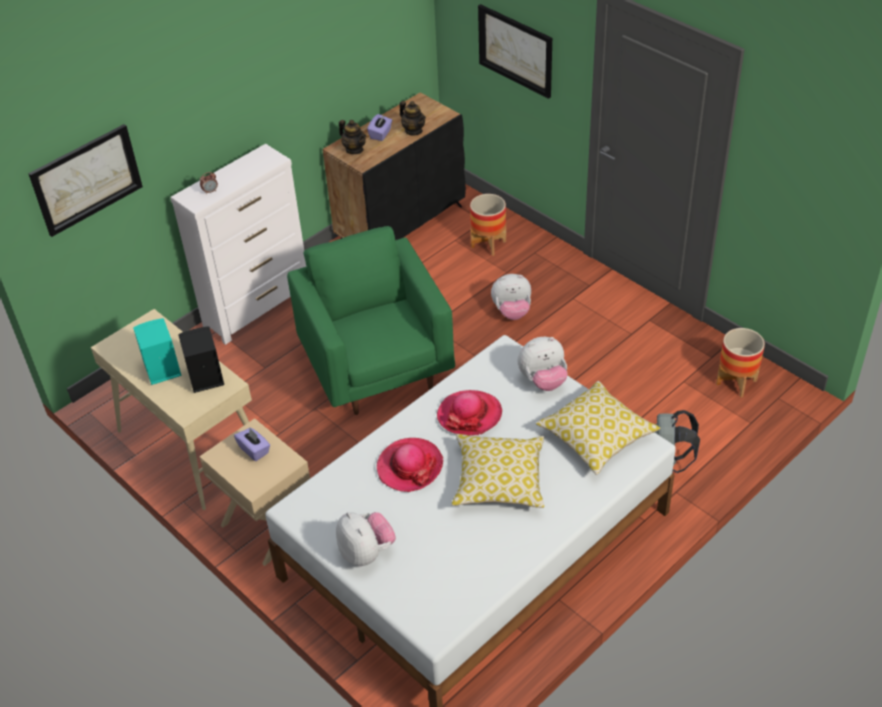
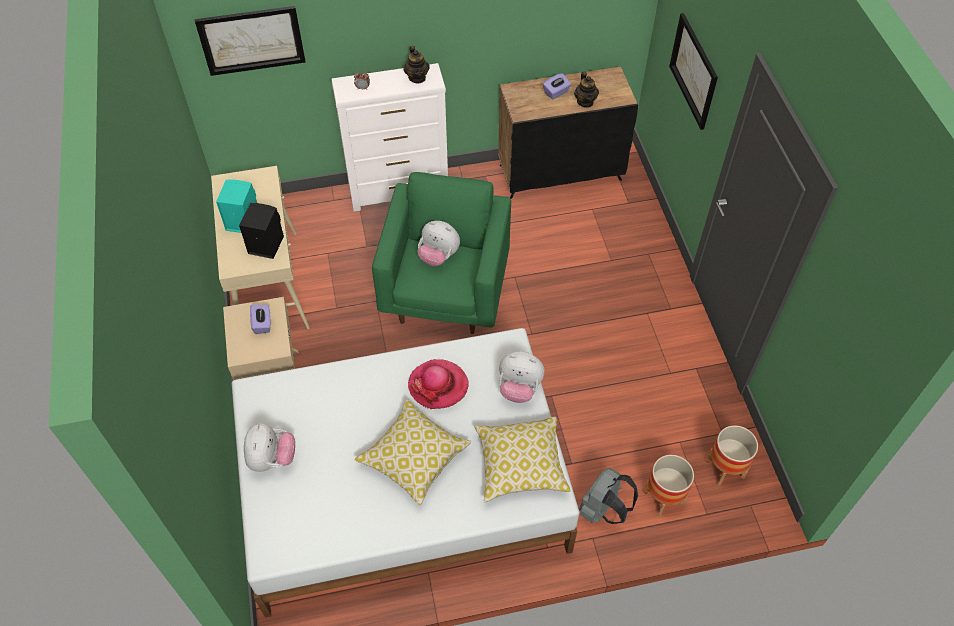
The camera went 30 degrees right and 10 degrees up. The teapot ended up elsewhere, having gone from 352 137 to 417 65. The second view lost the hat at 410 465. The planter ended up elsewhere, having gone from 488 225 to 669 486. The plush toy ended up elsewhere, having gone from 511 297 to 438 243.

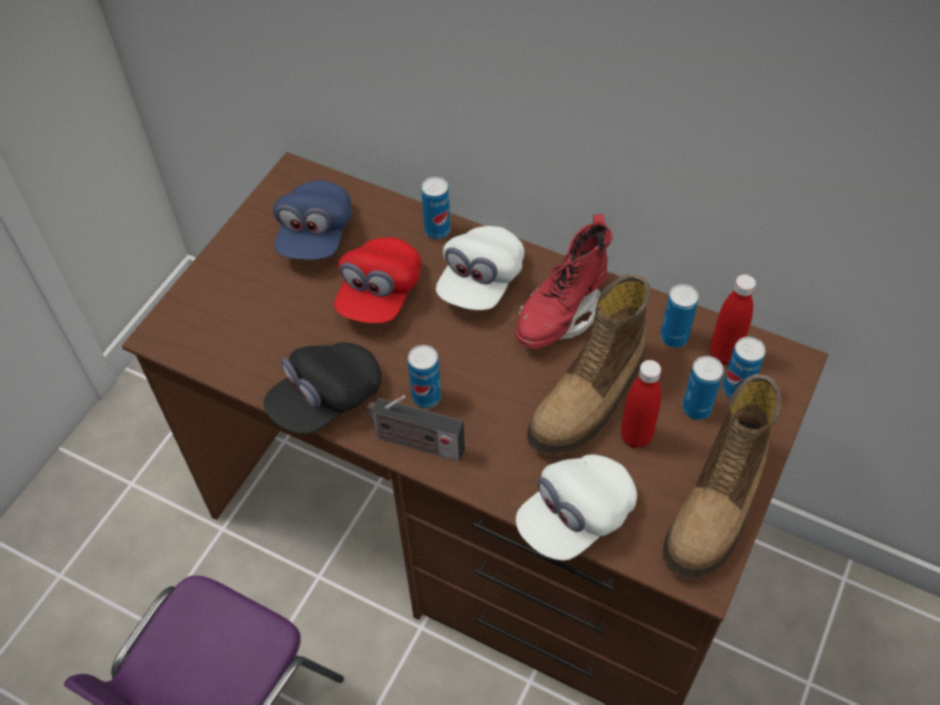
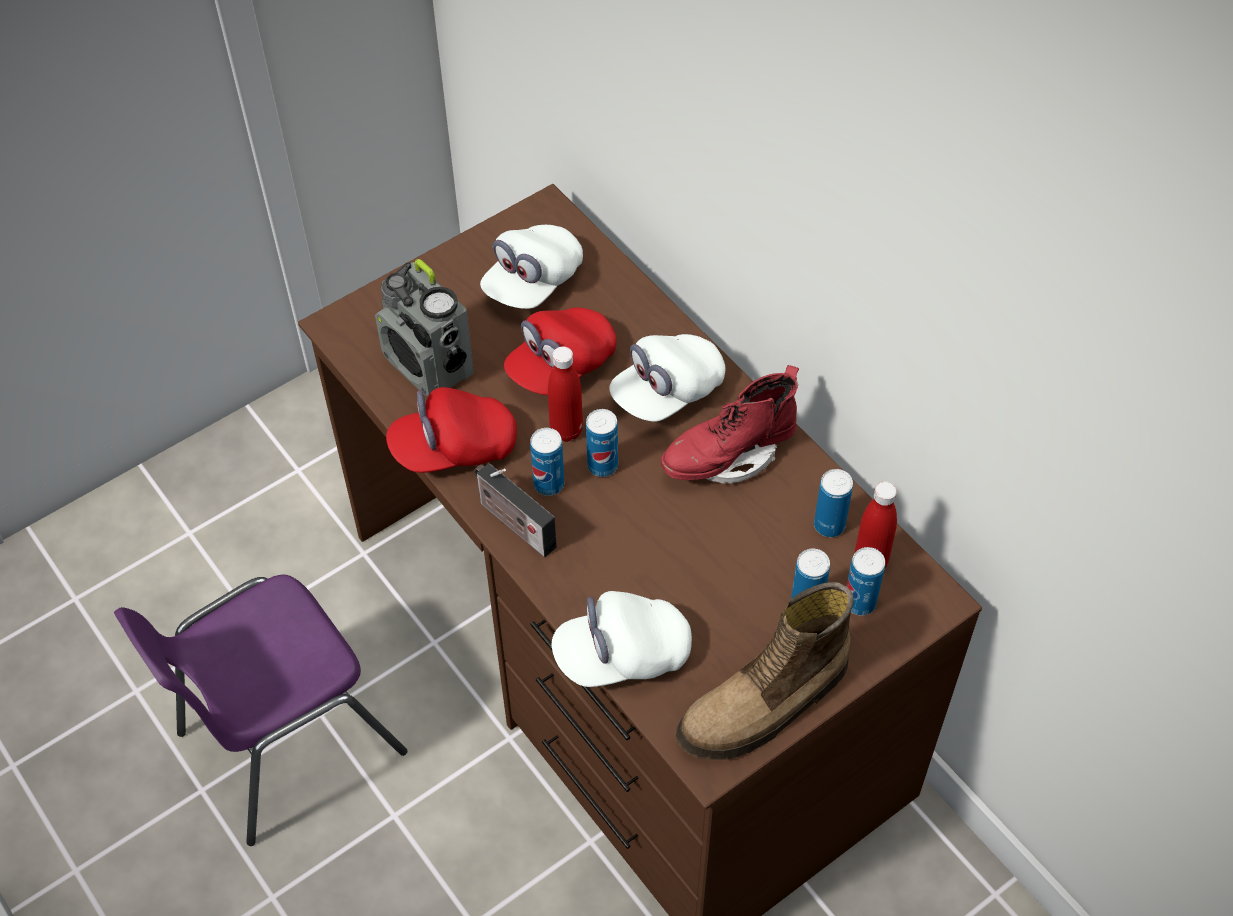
The camera went 25 degrees right and 0 degrees up. What was the cap (black) at 322 388 turned into the cap (red) at 451 430. What was the cap (blue) at 312 220 turned into the cap (white) at 531 267. The can ended up elsewhere, having gone from 436 208 to 602 443. The second view lost the boot at 588 364. The bottle (red) ended up elsewhere, having gone from 641 404 to 565 394. The second view gained the radio at 424 327.

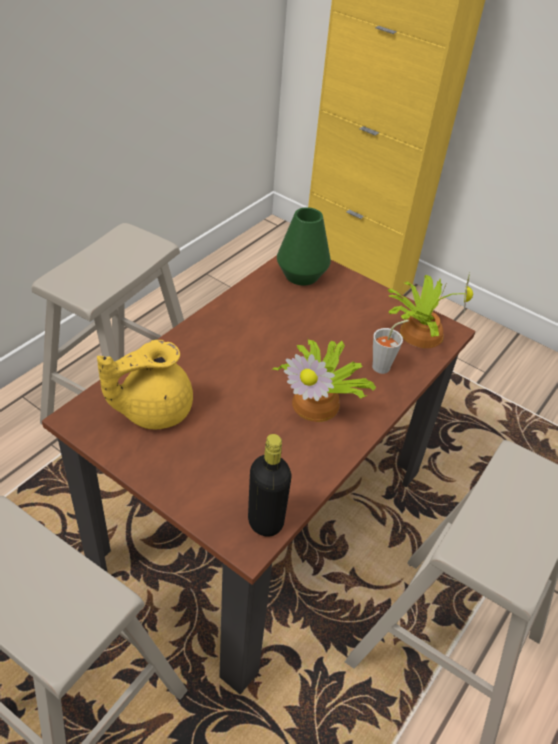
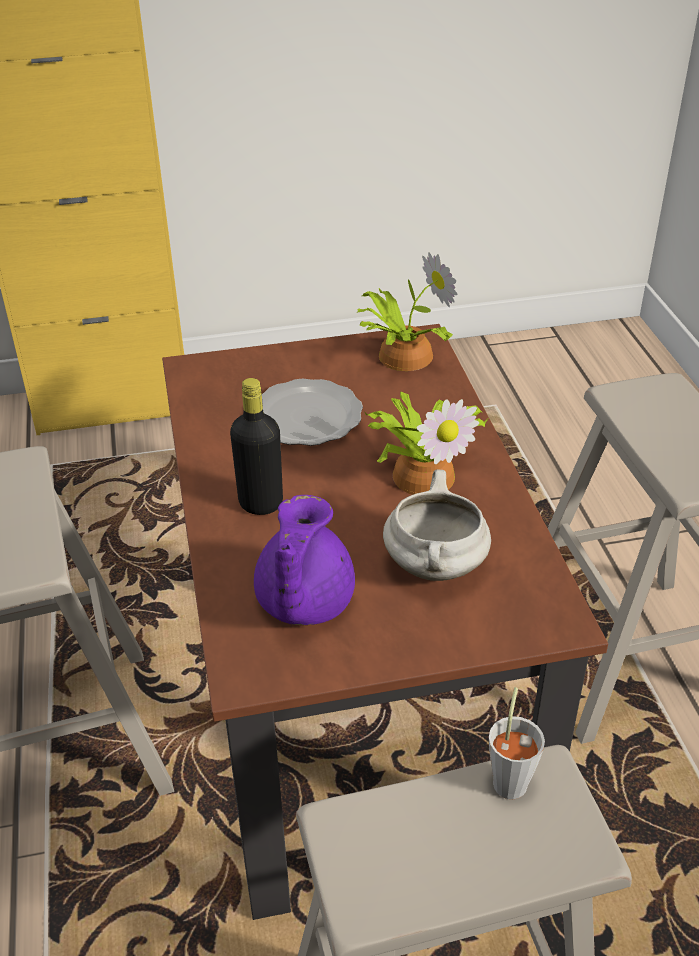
The camera went 45 degrees left and 5 degrees down. What was the teapot (yellow) at 145 385 turned into the teapot (purple) at 304 560. The bottle (black) ended up elsewhere, having gone from 270 485 to 256 446. The second view lost the vase (green) at 304 246. The cup (grey) ended up elsewhere, having gone from 390 347 to 517 743. The second view gained the plate at 312 412. The second view gained the cooking pot (white) at 437 525.

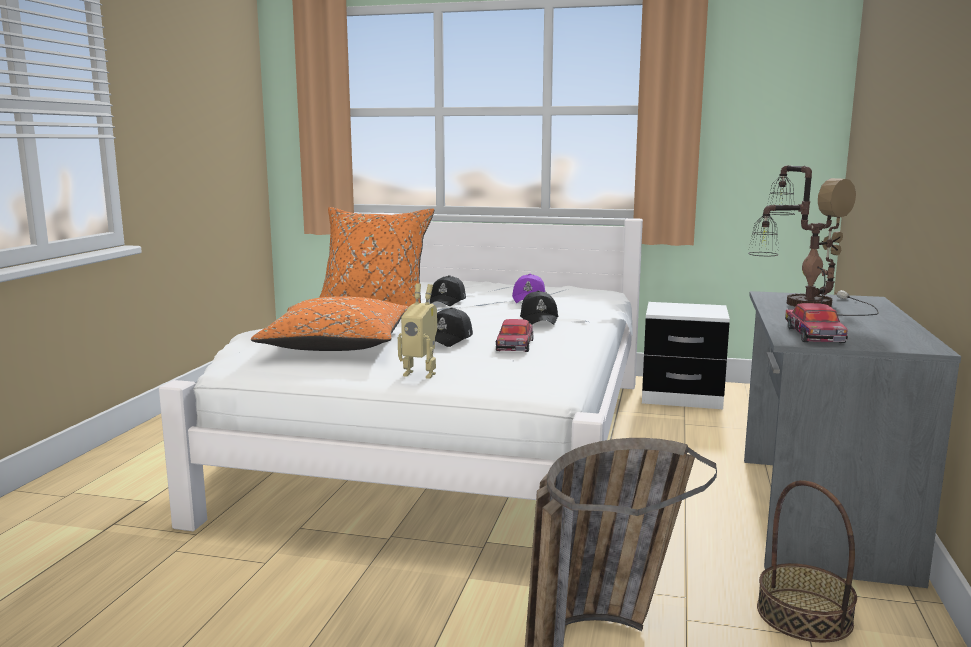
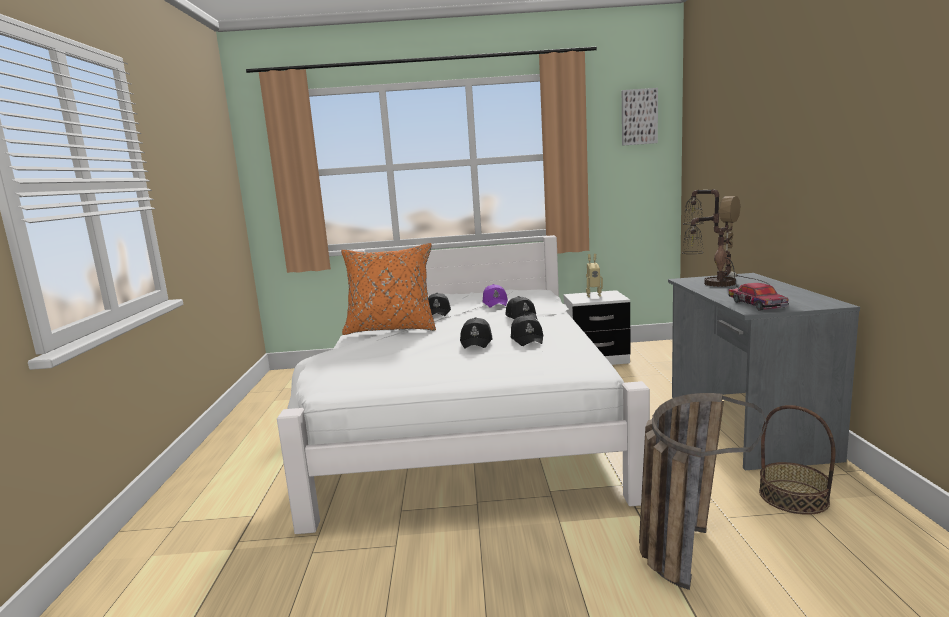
The camera went 15 degrees left and 0 degrees up. The second view lost the pillow (orange) at 330 323. The toy robot ended up elsewhere, having gone from 417 331 to 594 275. Where the toy car stood at 514 335, the cap (black) came to stand at 527 330. The second view gained the picture at 640 117.

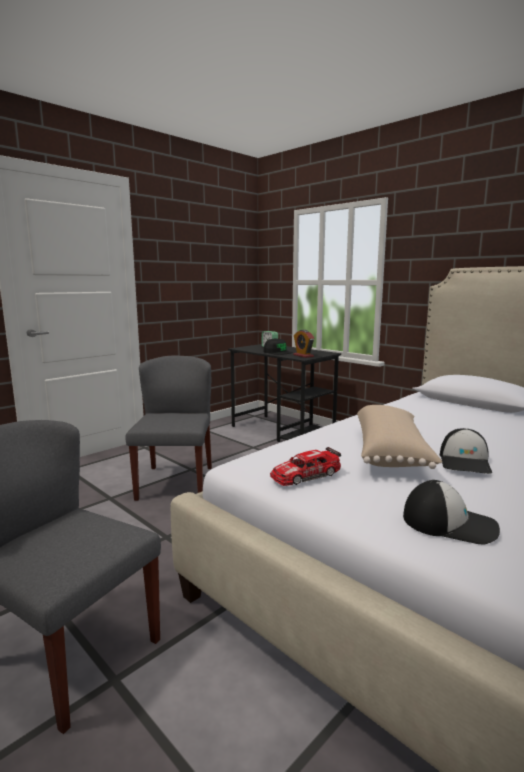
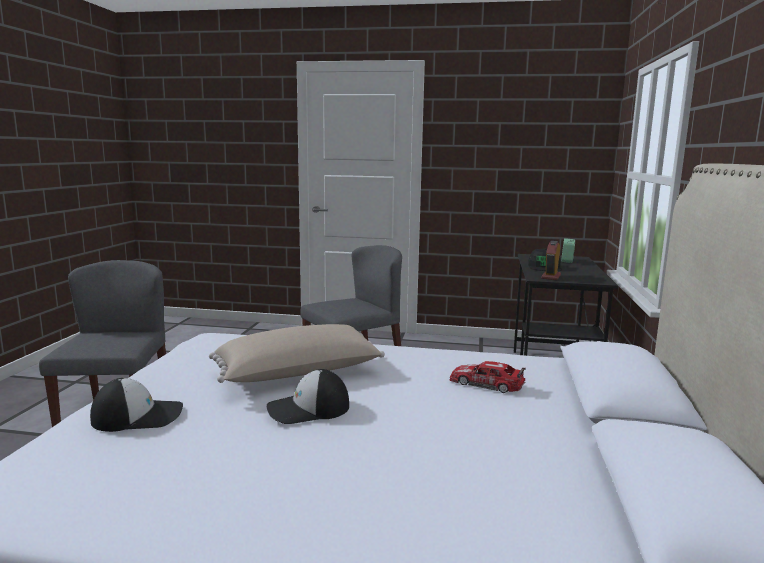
The camera went 55 degrees right and 0 degrees up. The toy car ended up elsewhere, having gone from 305 466 to 488 377. The cap at 451 512 ended up facing another way, 90 degrees counterclockwise from before.

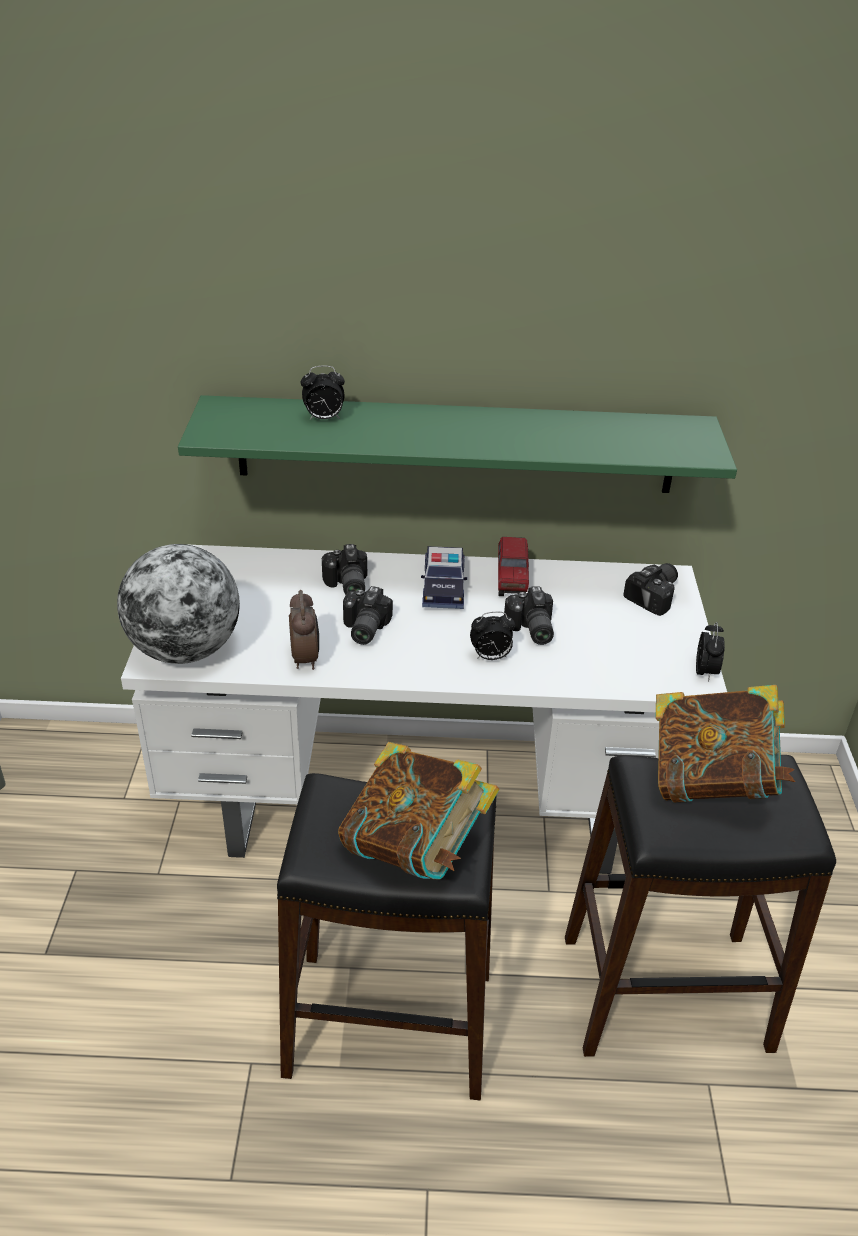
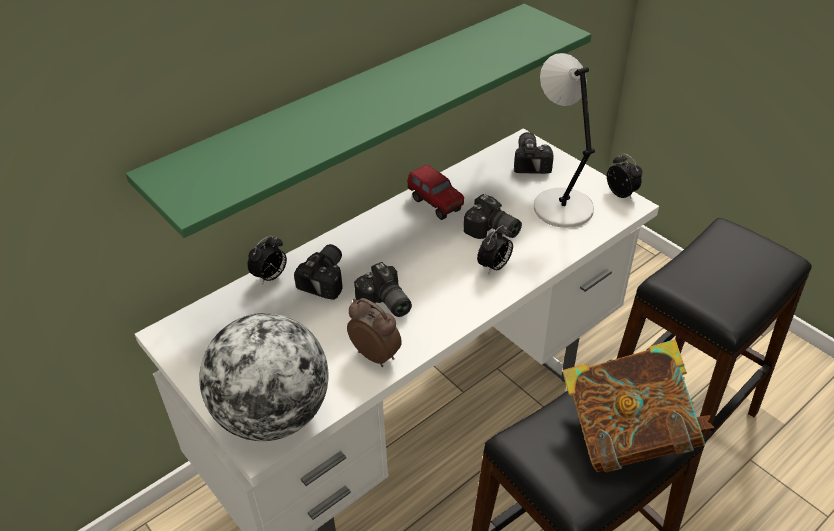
The camera went 40 degrees left and 5 degrees up. The alarm clock ended up elsewhere, having gone from 323 392 to 267 260. The photo camera at 344 569 ended up facing another way, 105 degrees counterclockwise from before. The second view lost the toy car at 444 577. The second view lost the book at 725 744. The second view gained the table lamp (grey) at 564 140.

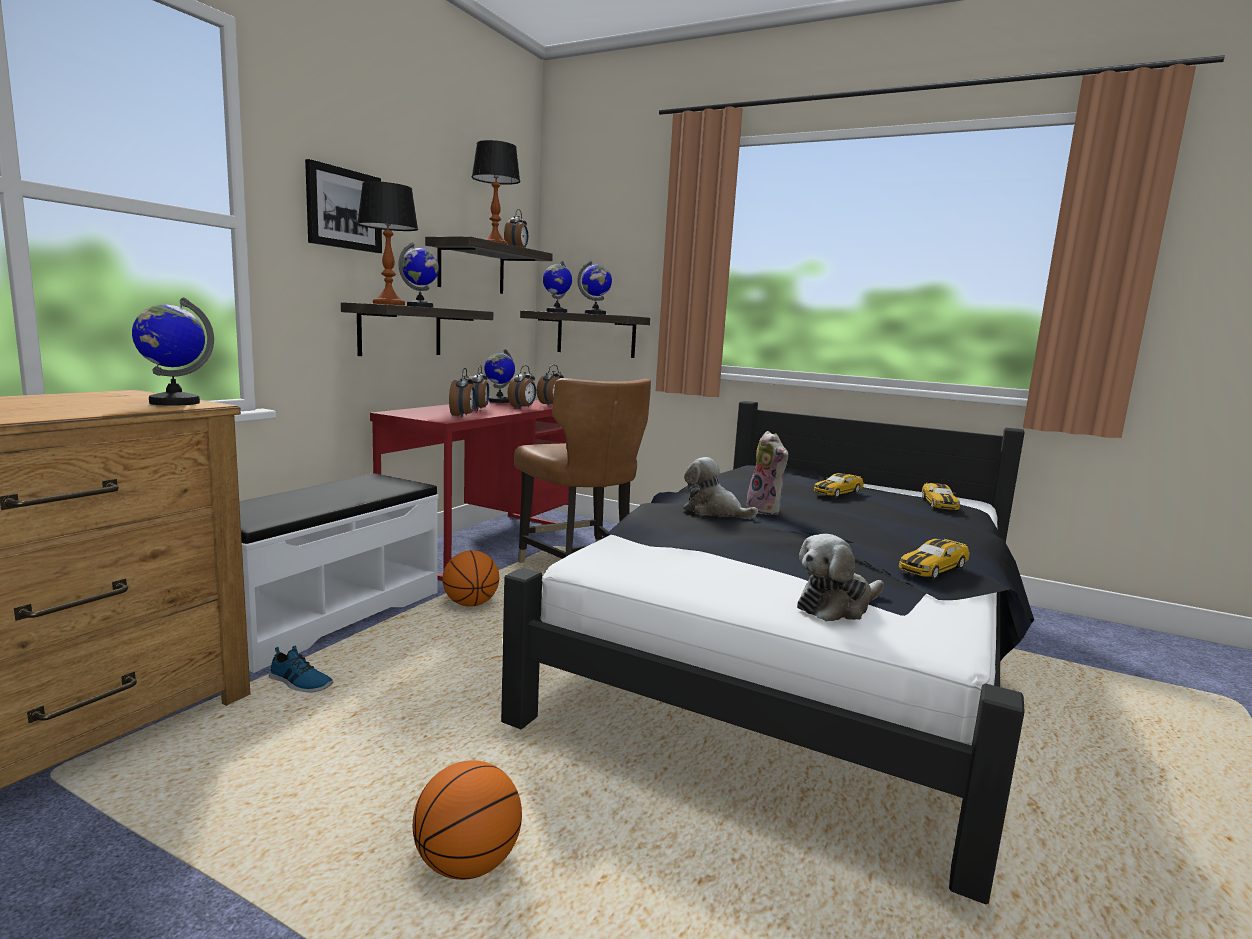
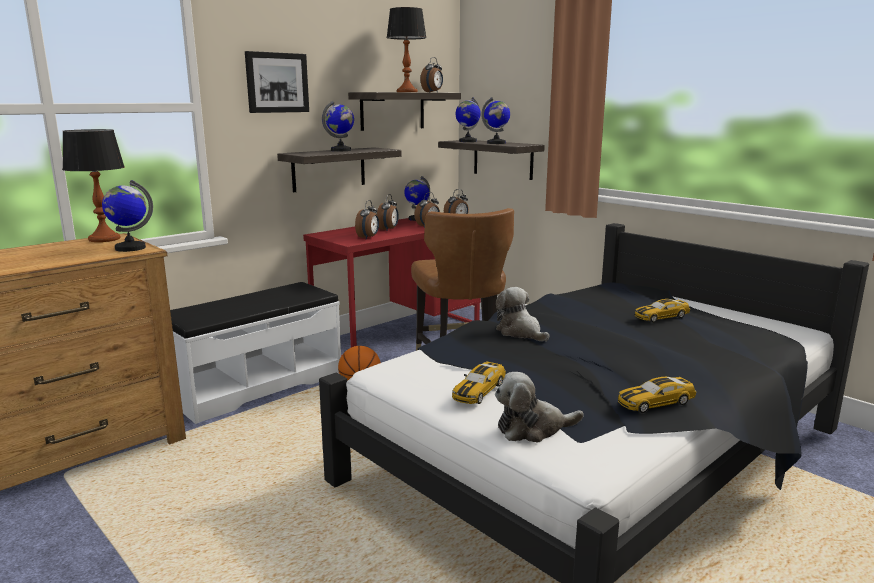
The camera went 20 degrees right and 5 degrees up. The second view lost the shoe at 301 669. The table lamp ended up elsewhere, having gone from 387 243 to 93 185. The second view lost the basketball at 467 820. The second view lost the plush toy at 767 473. The toy car ended up elsewhere, having gone from 941 497 to 479 382.

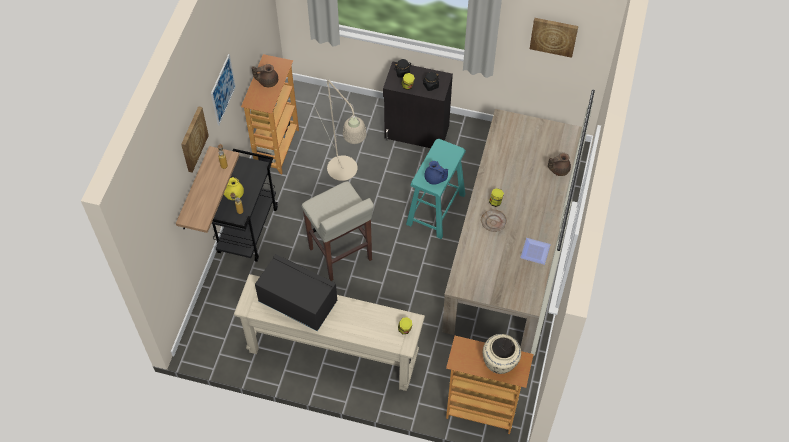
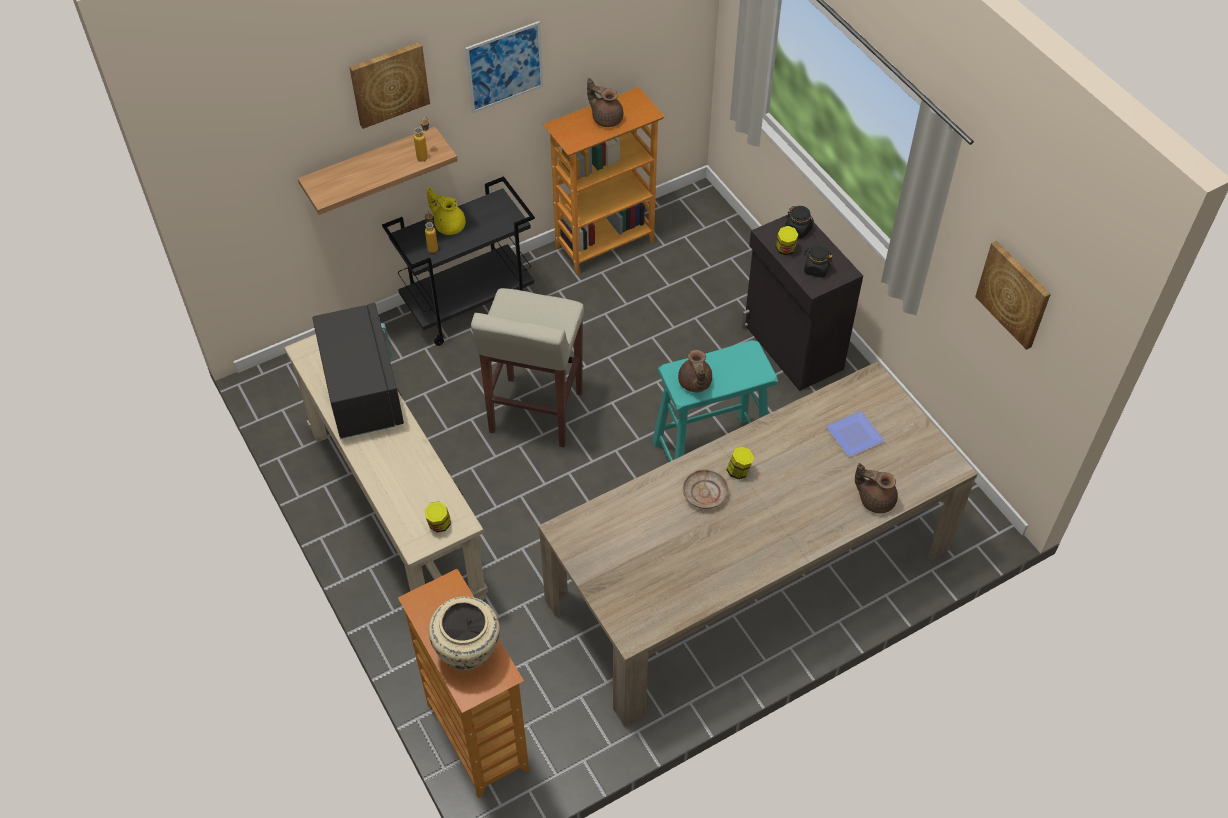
The camera went 45 degrees right and 5 degrees down. The second view lost the floor lamp (beige) at 341 130. What was the teapot (blue) at 436 173 turned into the teapot (brown) at 695 371. The plate ended up elsewhere, having gone from 535 251 to 855 434.

